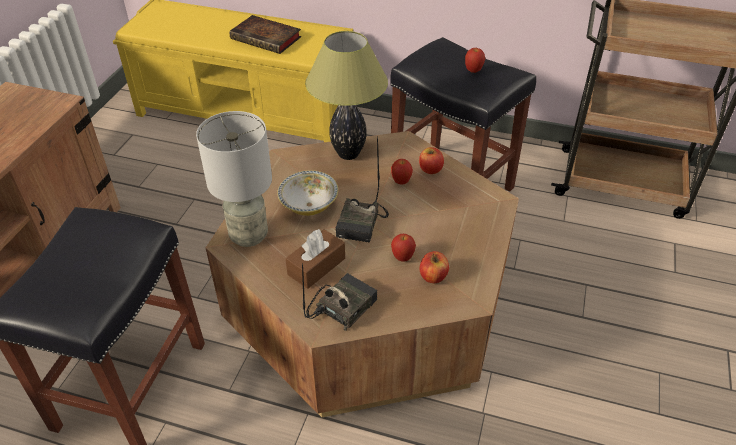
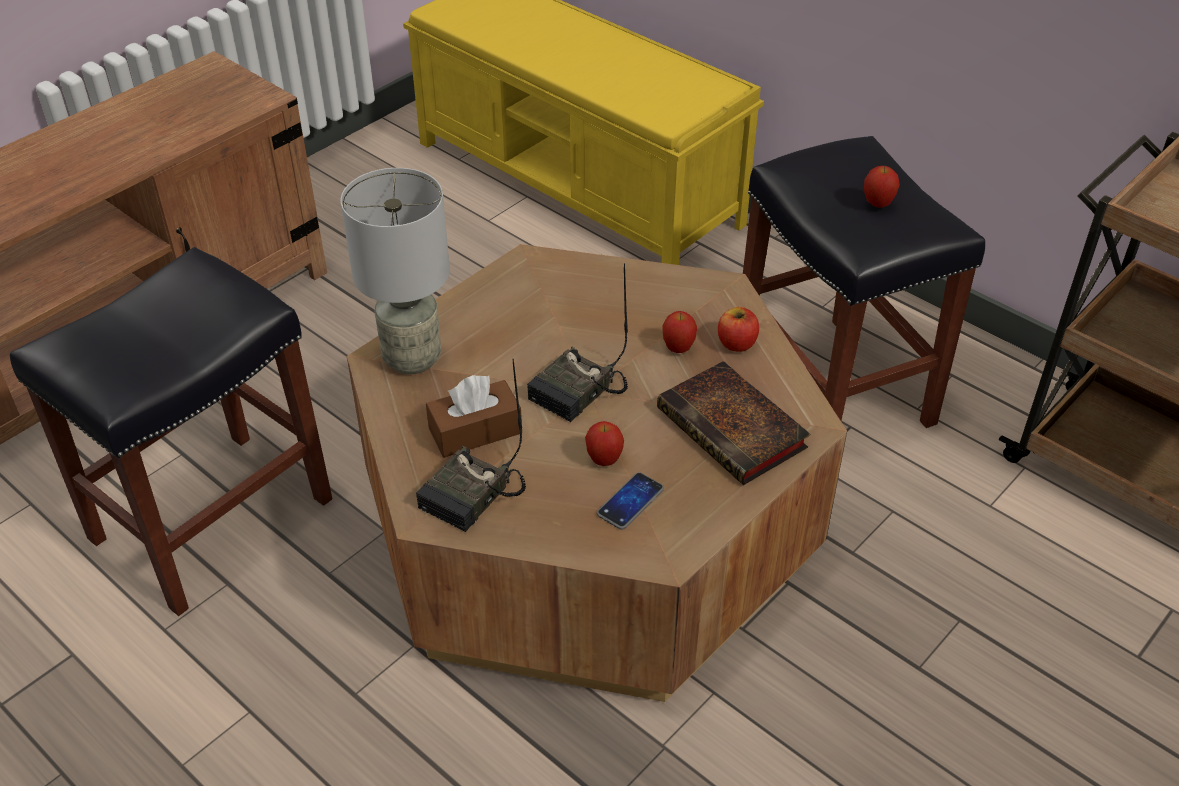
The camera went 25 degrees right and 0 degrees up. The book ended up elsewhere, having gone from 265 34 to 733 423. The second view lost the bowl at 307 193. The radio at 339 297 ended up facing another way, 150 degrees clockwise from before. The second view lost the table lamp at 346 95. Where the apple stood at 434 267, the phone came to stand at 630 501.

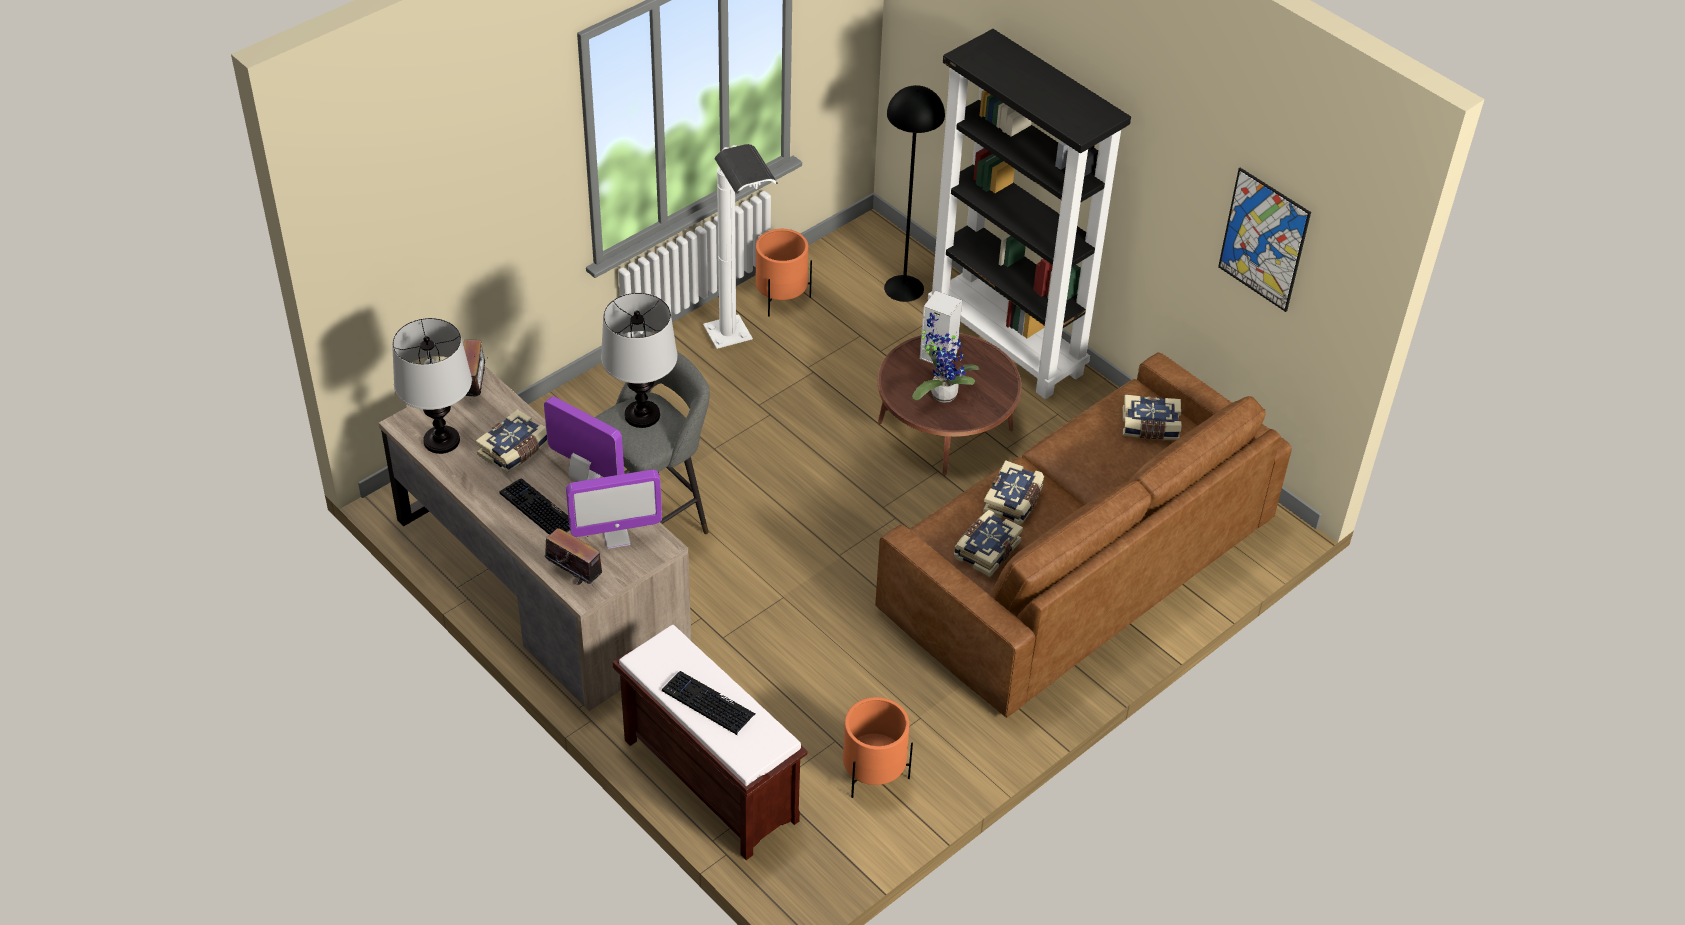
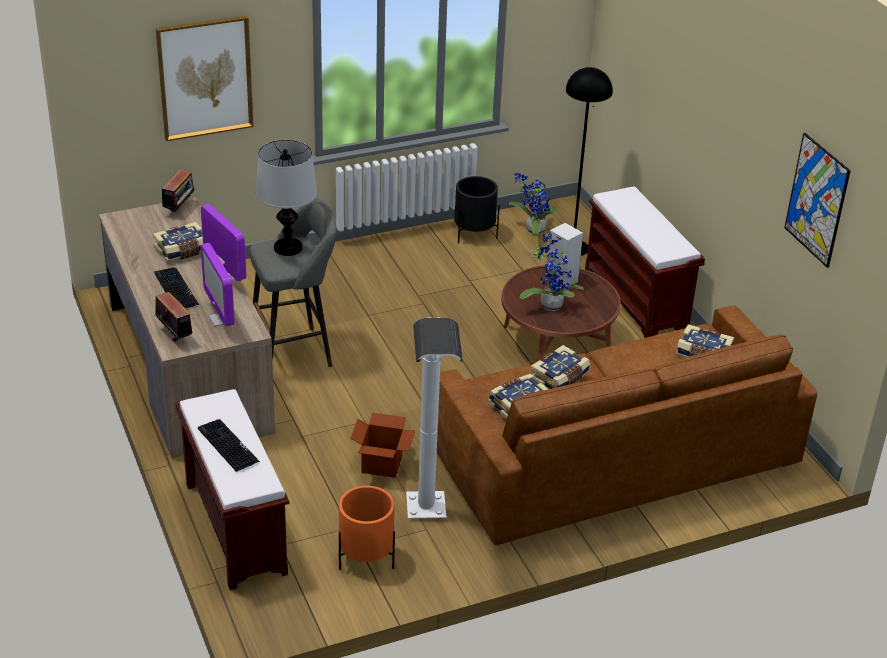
The camera went 20 degrees right and 10 degrees down. The second view lost the table lamp at 432 386. The monitor at 614 509 ended up facing another way, 60 degrees clockwise from before. The floor lamp (white) ended up elsewhere, having gone from 740 246 to 434 418. What was the planter (orange) at 783 273 turned into the planter (black) at 477 210. Where the bookcase (black) stood at 1029 214, the bench (brown) came to stand at 645 262. The second view gained the picture at 204 78. The second view gained the cardboard box at 382 445. The second view gained the potted plant at 533 204.

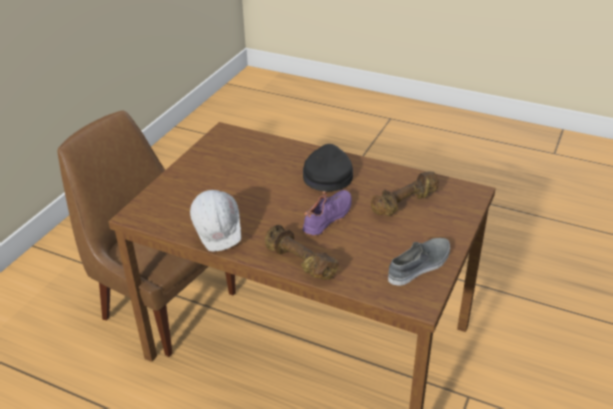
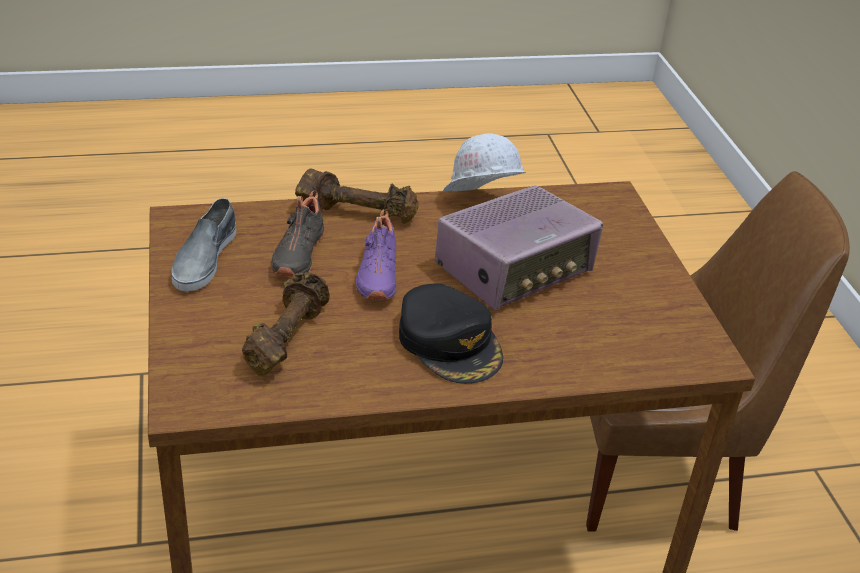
The camera went 140 degrees right and 0 degrees up. The second view gained the shoe (black) at 298 233. The second view gained the radio at 519 248.

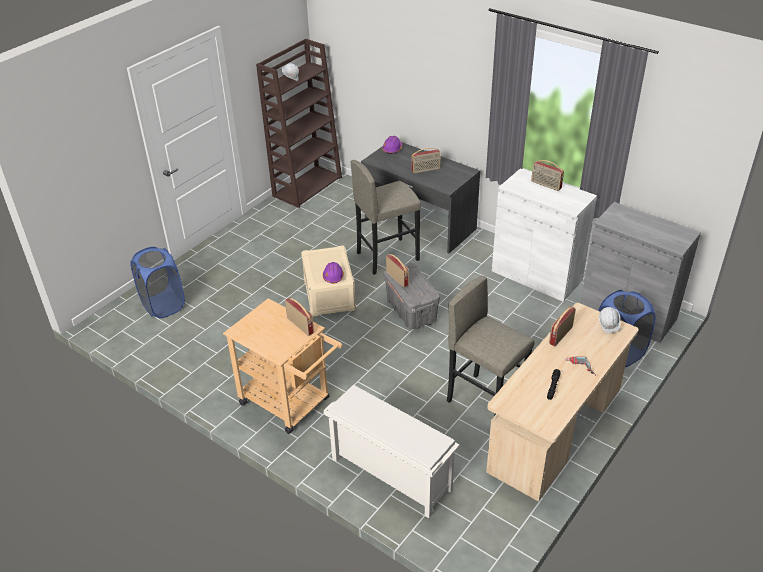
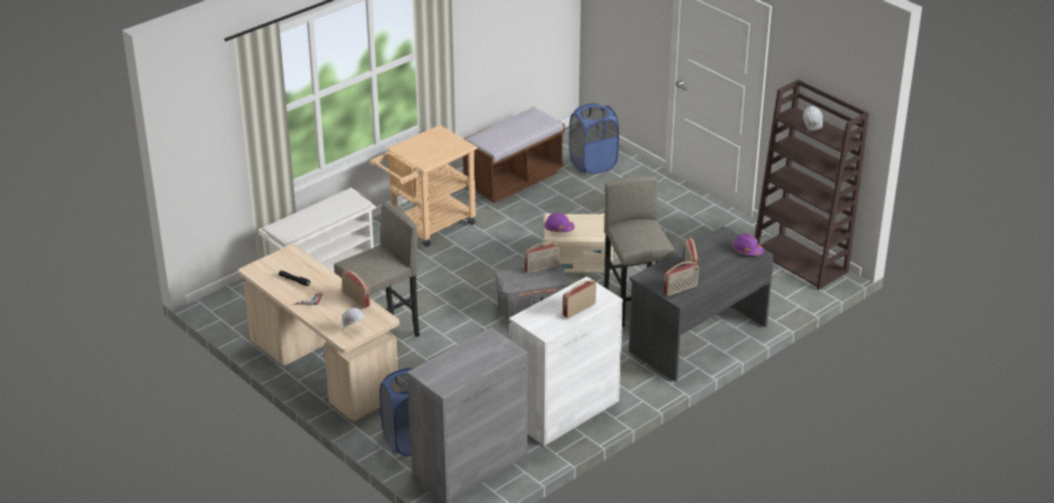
The camera went 100 degrees right and 5 degrees down. The radio ended up elsewhere, having gone from 299 316 to 681 279. The second view gained the bench (brown) at 514 155.

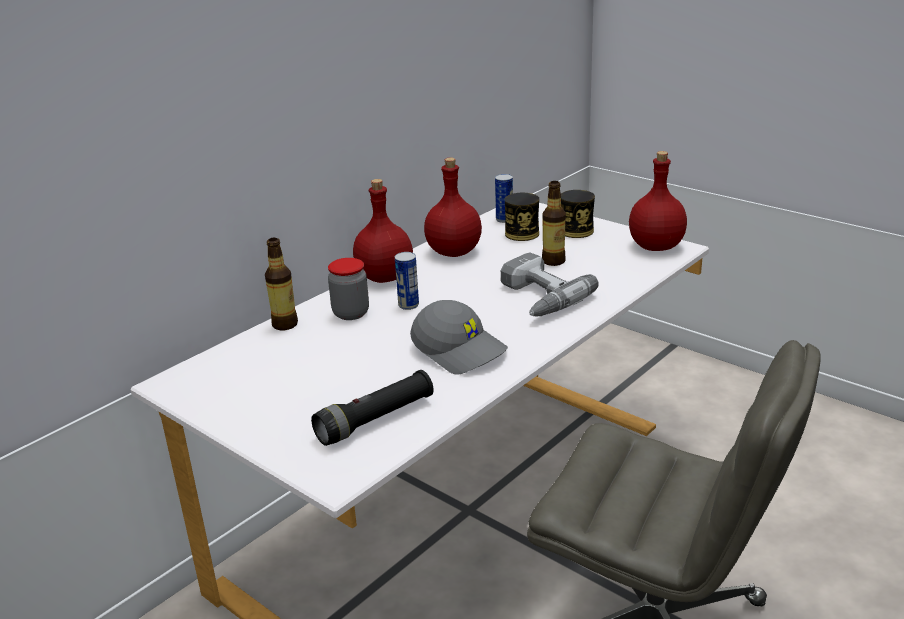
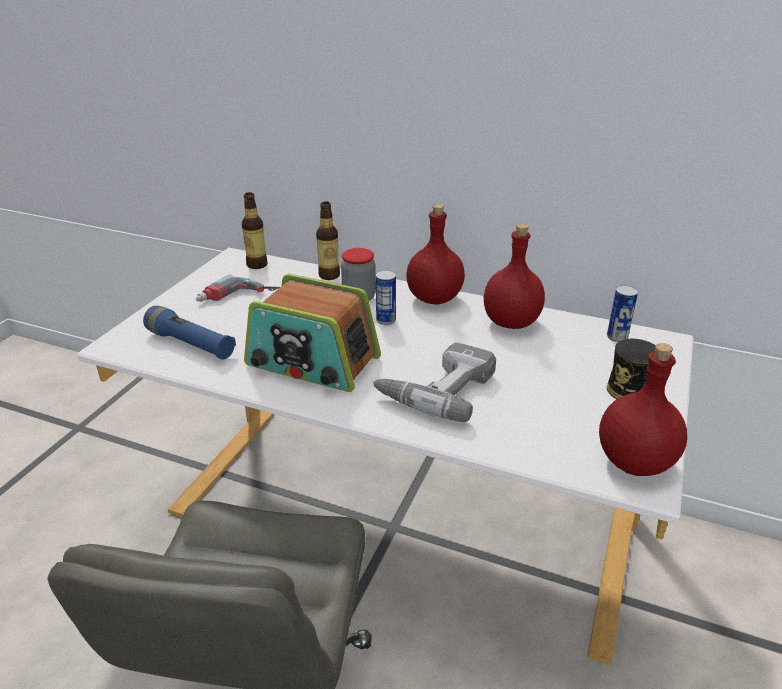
The camera went 70 degrees right and 5 degrees up. What was the flashlight (black) at 372 408 turned into the flashlight (blue) at 189 332. Where the cap (grey) stood at 459 337, the radio came to stand at 312 333. The second view lost the can at 522 217. The bottle ended up elsewhere, having gone from 554 223 to 255 230. The second view gained the power drill at 238 288.

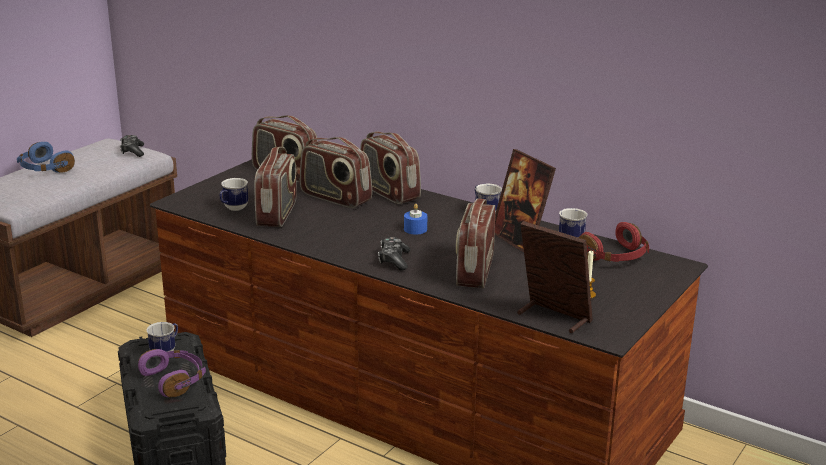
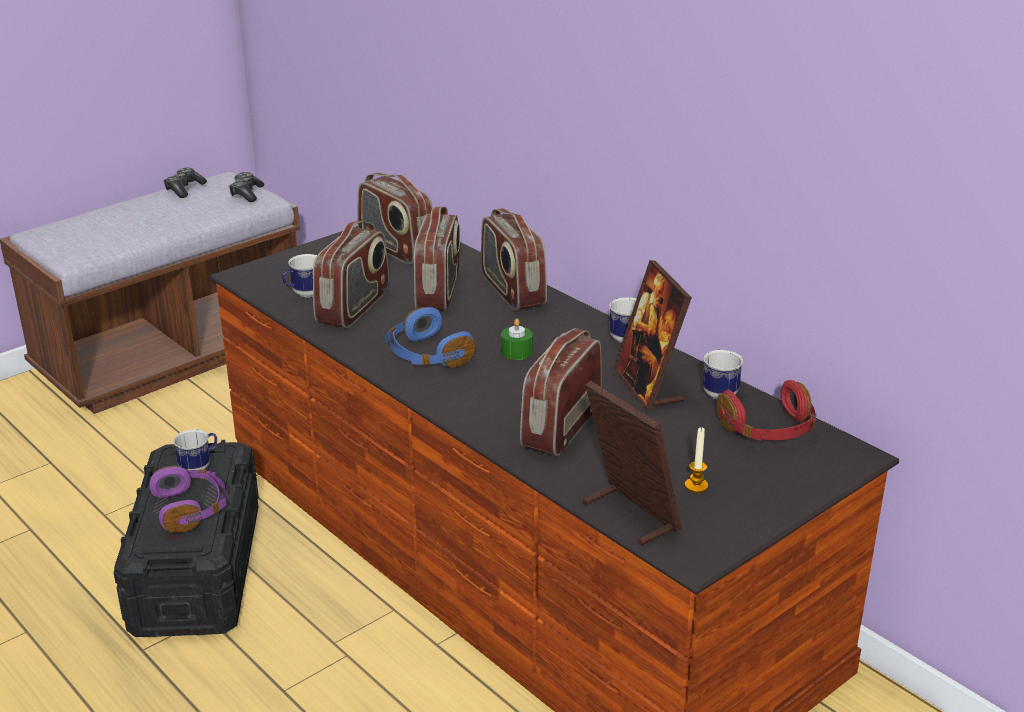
The camera went 15 degrees right and 5 degrees up. The headphones (blue) ended up elsewhere, having gone from 46 157 to 430 337. The radio at 336 172 ended up facing another way, 135 degrees counterclockwise from before. The game controller ended up elsewhere, having gone from 394 254 to 185 183. What was the candle (blue) at 415 219 turned into the candle (green) at 517 339.

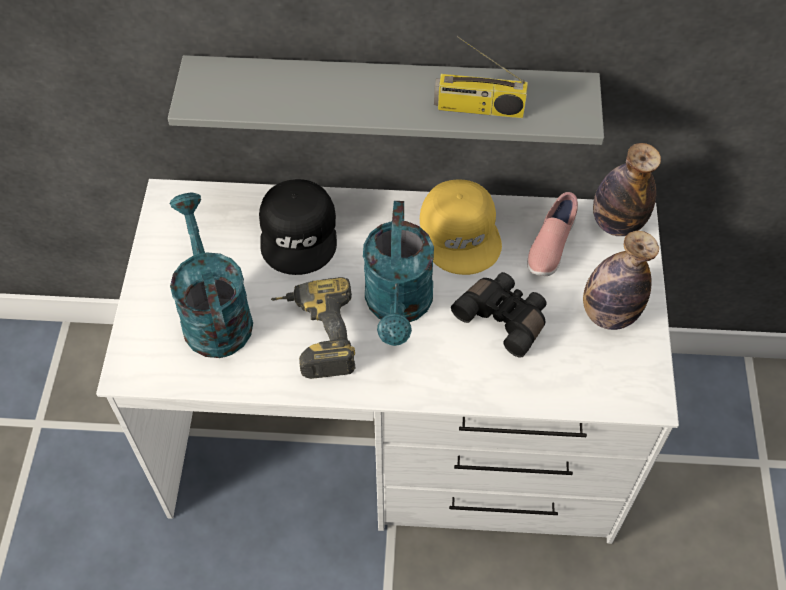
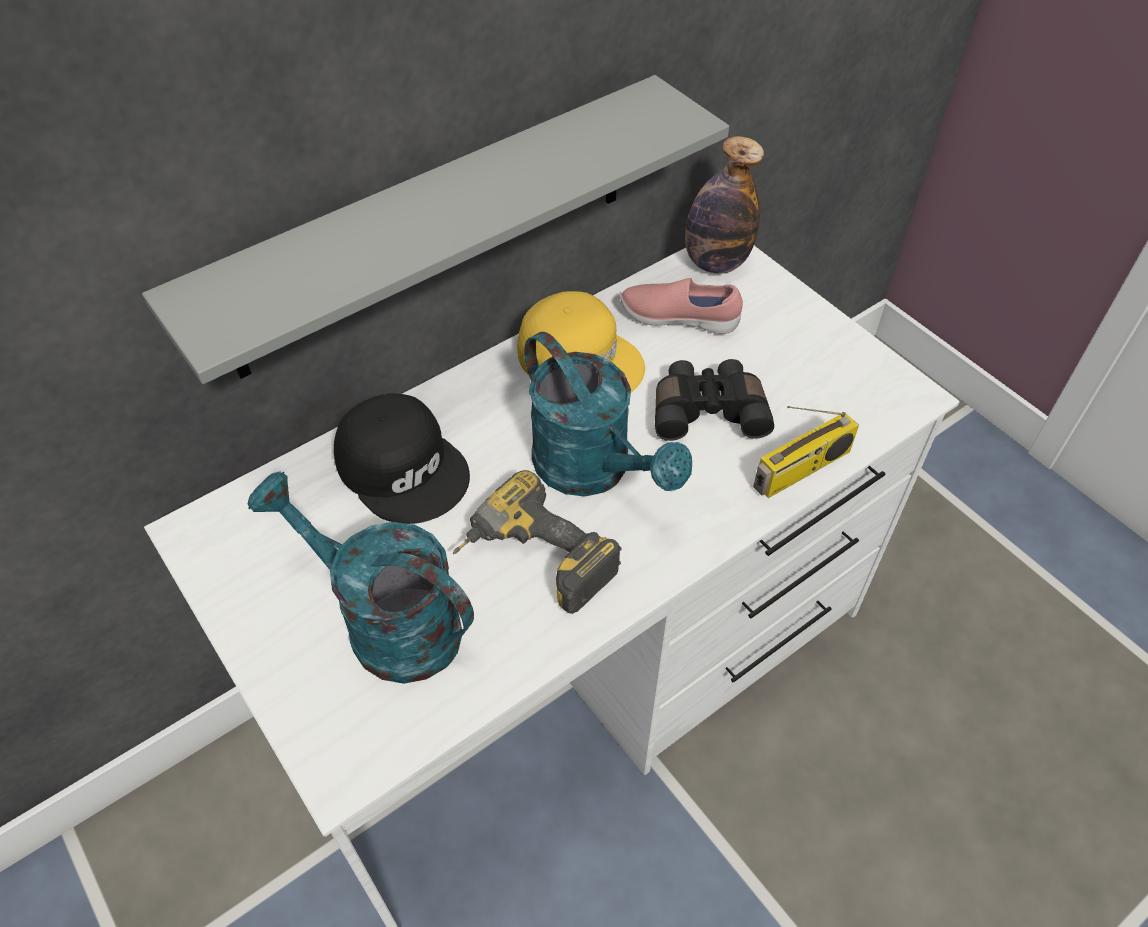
The camera went 40 degrees left and 5 degrees down. The radio ended up elsewhere, having gone from 481 77 to 806 452. The shoe (pink) at 552 234 ended up facing another way, 120 degrees clockwise from before. The second view lost the bottle at 621 280.

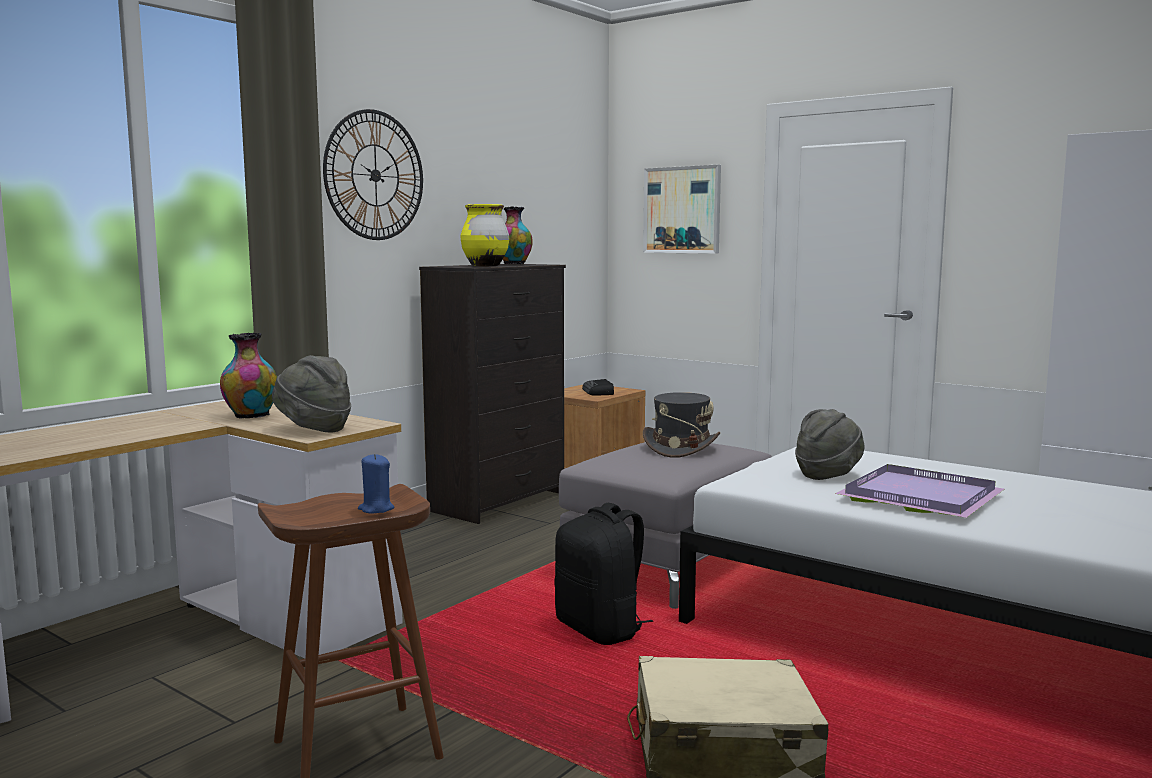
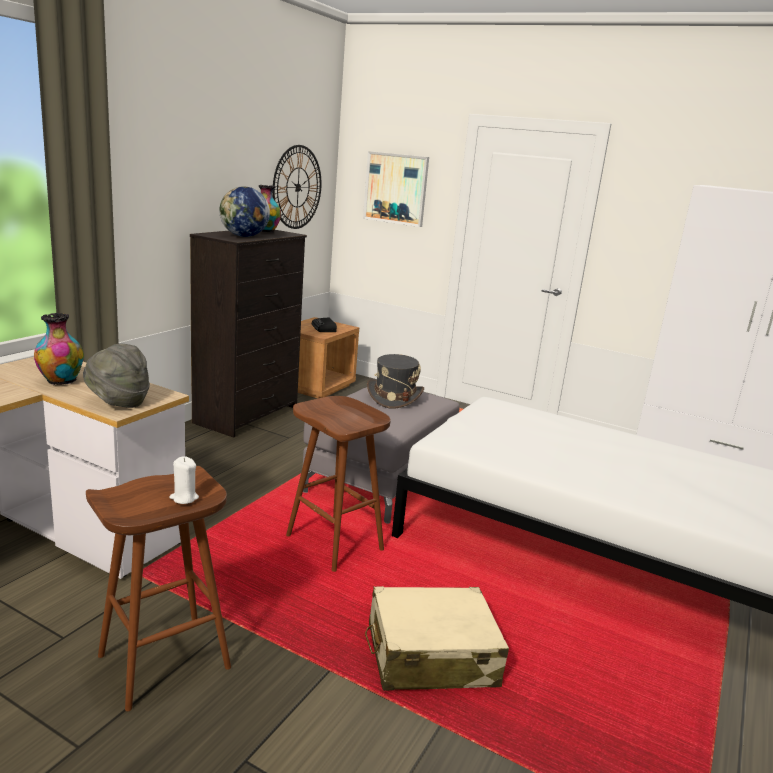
The camera went 10 degrees left and 10 degrees up. The wall clock ended up elsewhere, having gone from 373 174 to 297 187. What was the candle (blue) at 376 483 turned into the candle (white) at 184 480. Where the vase (yellow) stood at 485 235, the globe came to stand at 244 211. Where the backpack (black) stood at 603 574, the stool (brown) came to stand at 338 484. The second view lost the hat (grey) at 829 444. The second view lost the tray (purple) at 919 491.

